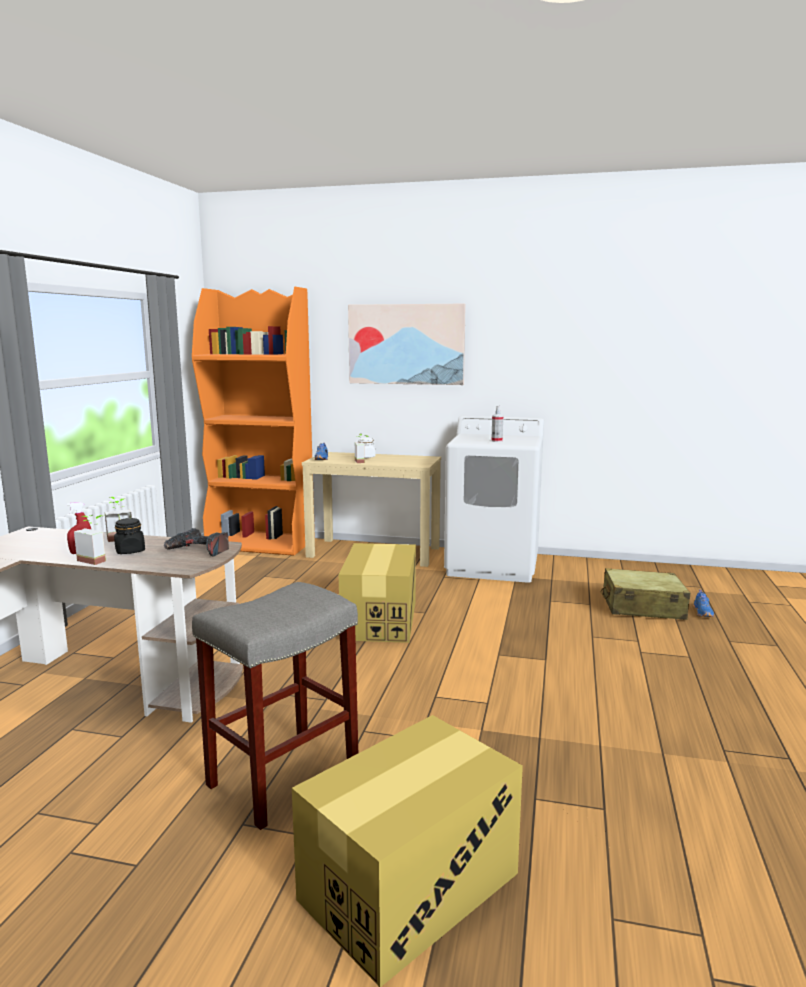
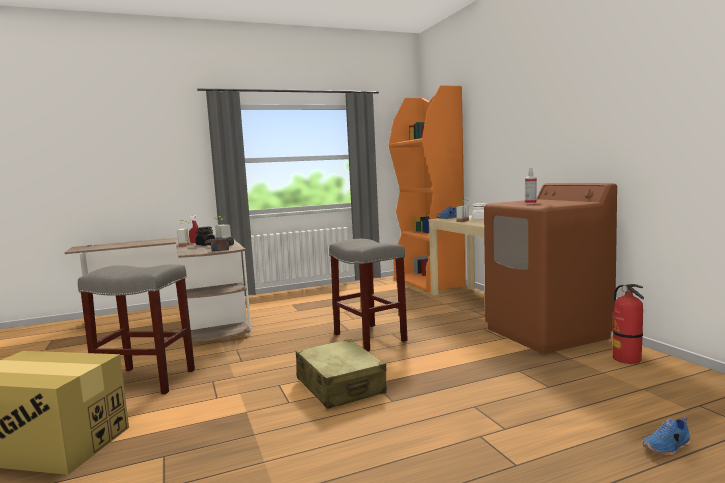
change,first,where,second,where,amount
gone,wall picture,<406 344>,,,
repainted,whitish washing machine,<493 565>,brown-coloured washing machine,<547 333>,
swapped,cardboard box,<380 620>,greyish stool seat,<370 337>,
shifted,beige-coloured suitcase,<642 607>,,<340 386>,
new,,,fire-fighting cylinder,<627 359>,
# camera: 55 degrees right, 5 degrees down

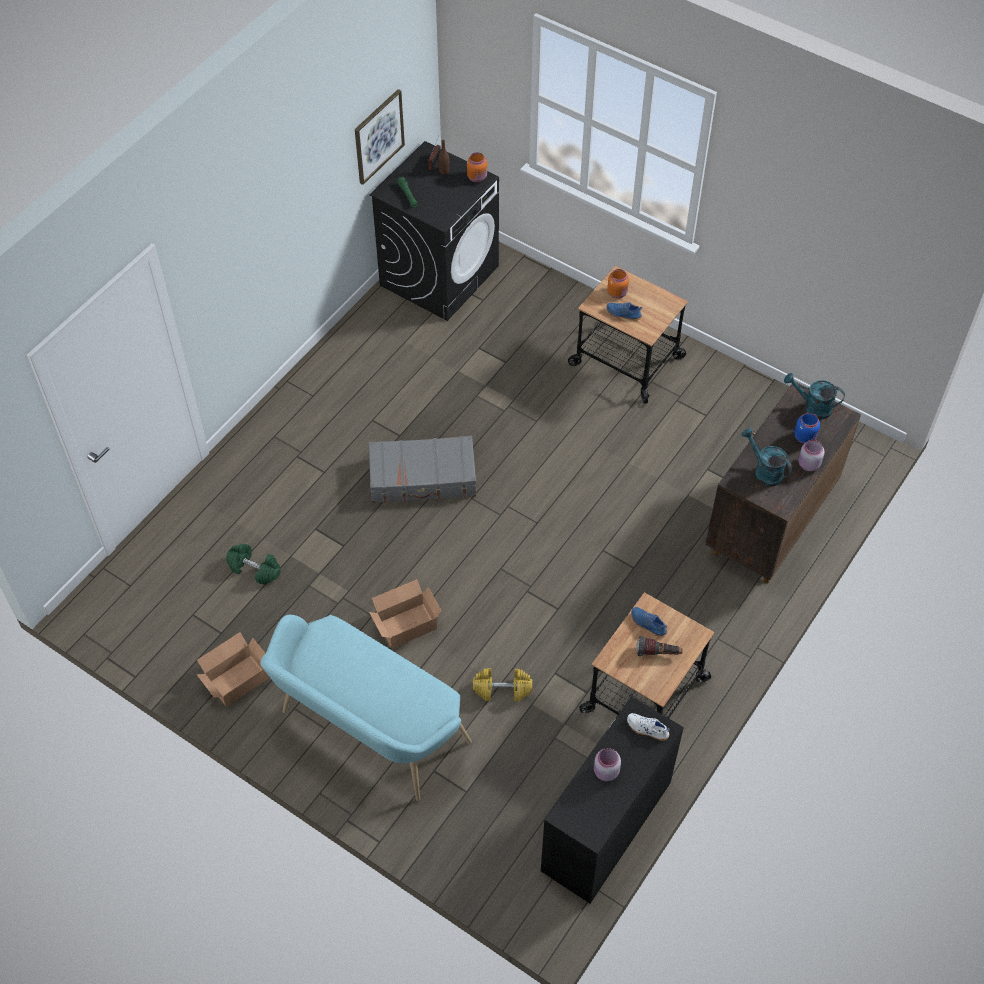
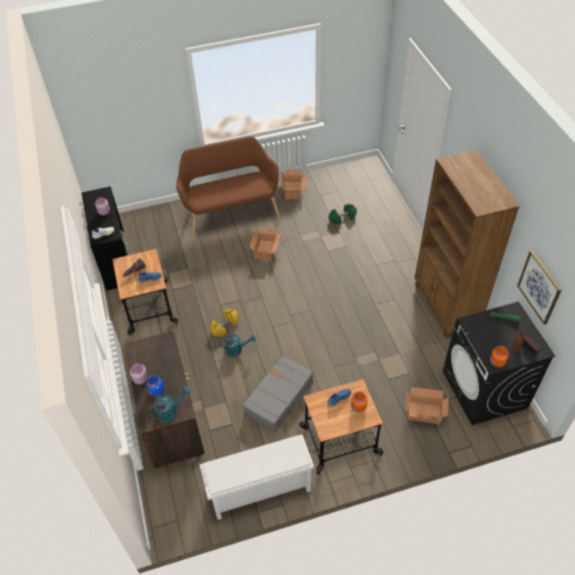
change,first,where,second,where,amount
shifted,turquoise watering pot,<764 471>,,<237 350>,
shifted,greyish suitcase,<423 478>,,<278 397>,
repainted,turquoise indoor bench,<368 731>,brown-coloured indoor bench,<231 215>,
shifted,yellow-coloured dumbbell,<502 690>,,<224 326>,
new,,,brown-coloured shelving unit,<445 307>,
new,,,cardboard box,<424 414>,
new,,,whitish shoe stand,<259 491>,
# camera: 130 degrees right, 5 degrees down

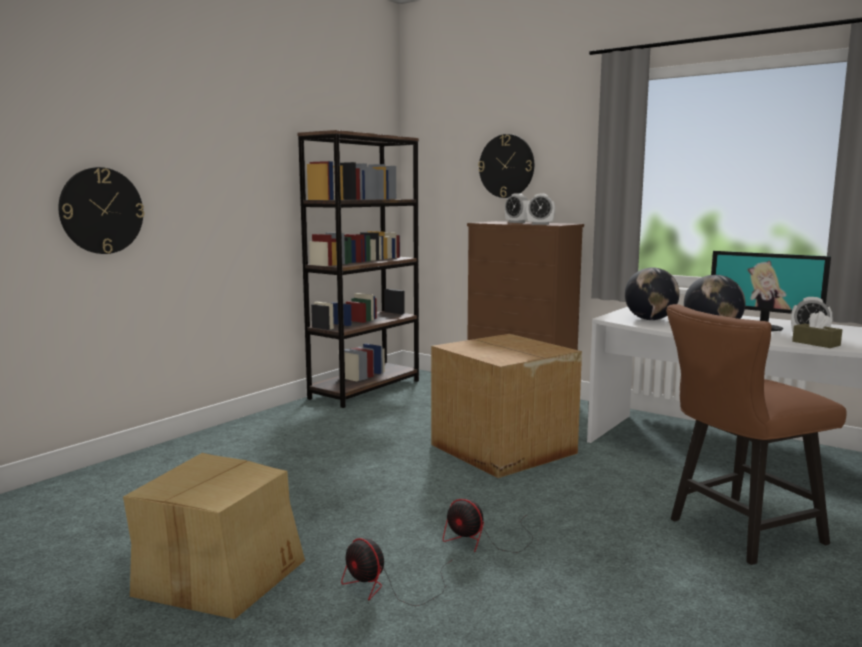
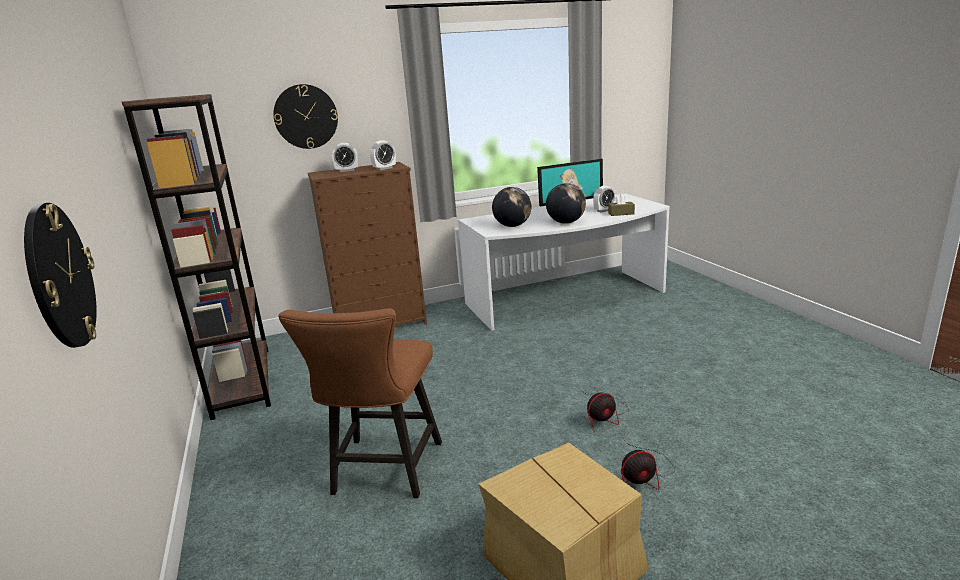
change,first,where,second,where,amount
shifted,brown-coloured upright chair,<737 532>,,<384 473>,
gone,cardboard box,<503 450>,,,
# camera: 55 degrees left, 10 degrees up

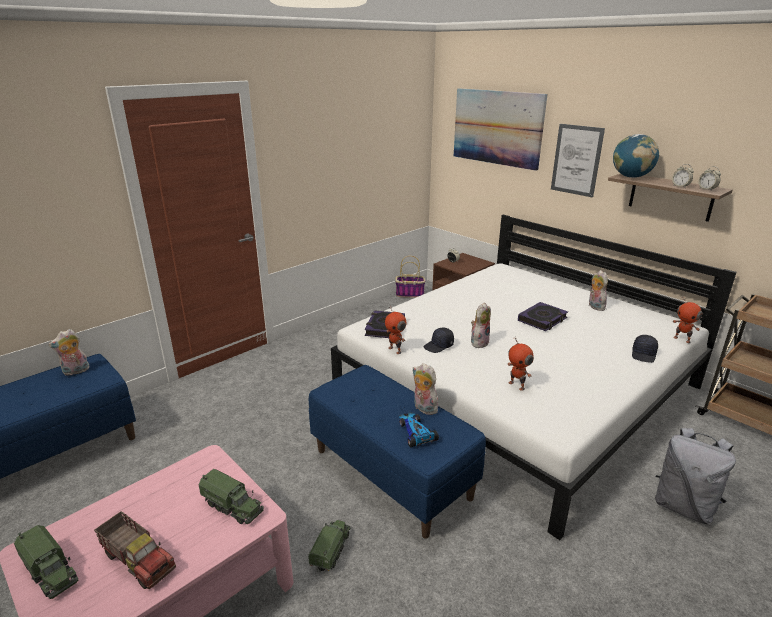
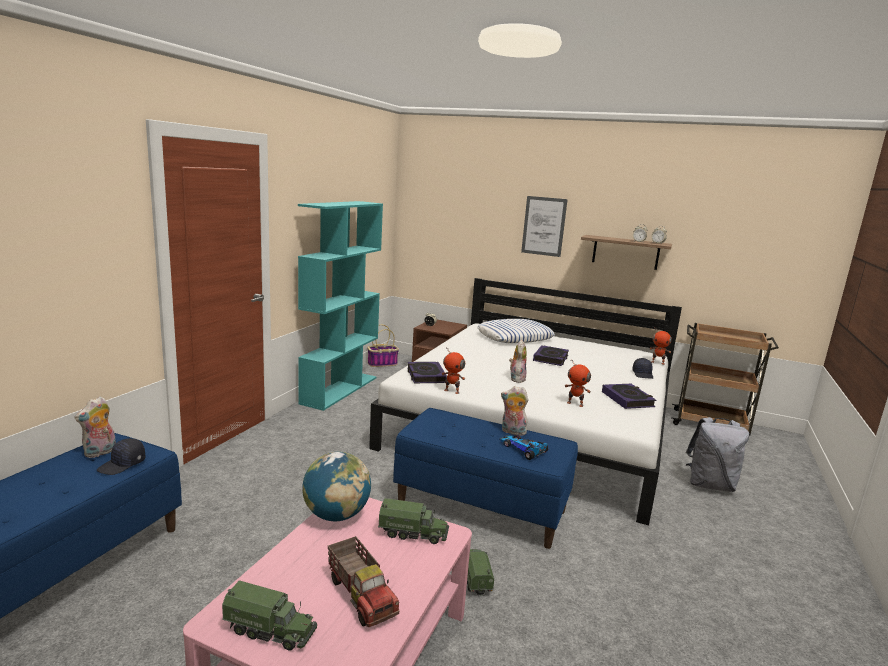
change,first,where,second,where,amount
gone,wall picture,<497 127>,,,
shifted,desk globe,<631 177>,,<336 515>,
gone,soft toy,<594 306>,,,
shifted,blackish peaked cap,<439 346>,,<122 465>,
rotated,toy truck,<139 560>,,<362 595>,45 degrees clockwise
new,,,turquoise shelving unit,<339 390>,
new,,,cushion,<514 337>,
new,,,book,<627 399>,
# camera: 25 degrees left, 10 degrees down

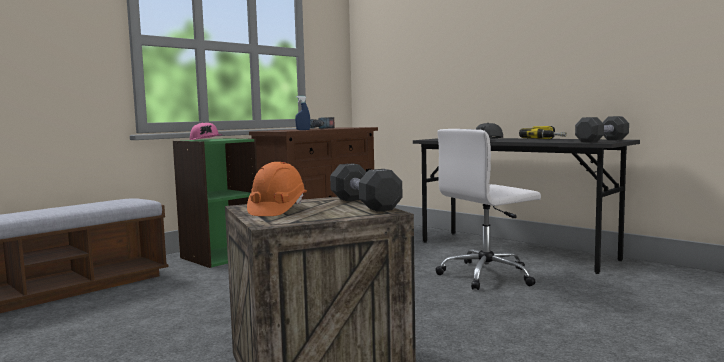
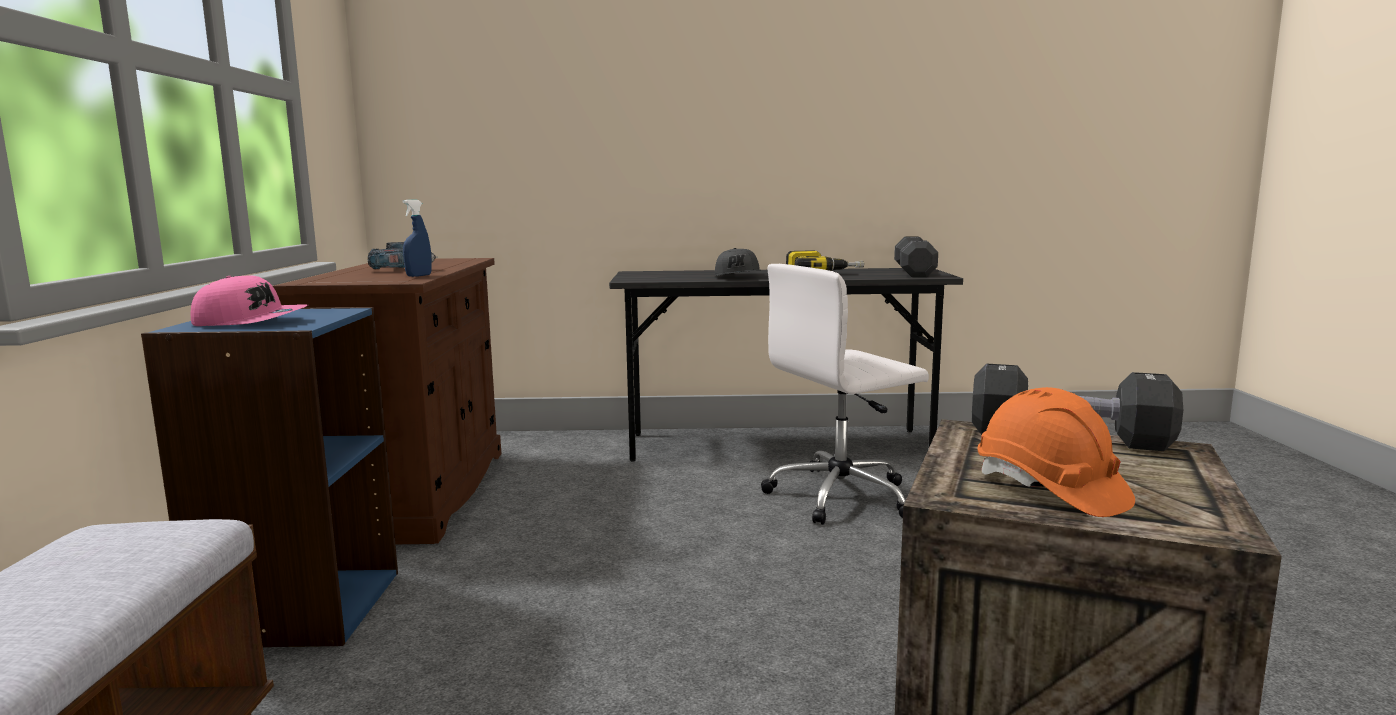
change,first,where,second,where,amount
rotated,whitish desk chair,<487 275>,,<842 496>,45 degrees clockwise
repainted,greenish shelving unit,<220 256>,bluish shelving unit,<300 607>,
# camera: 45 degrees left, 5 degrees up

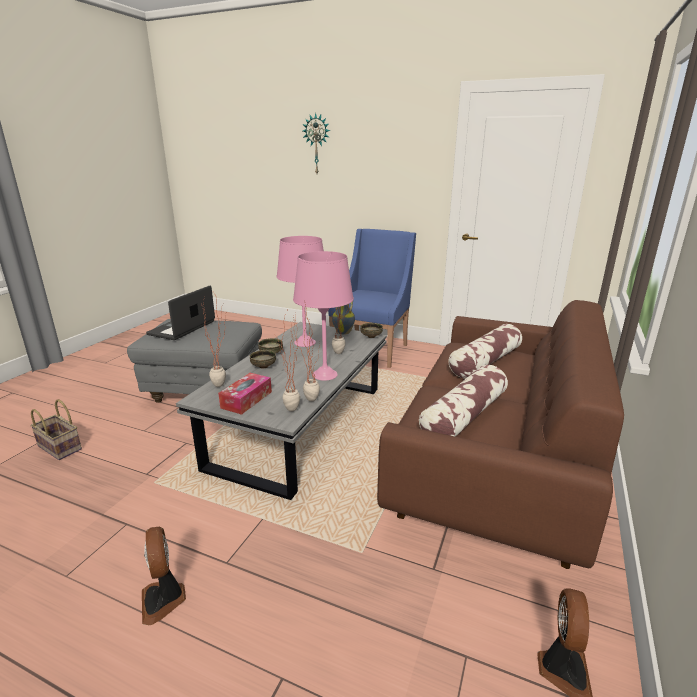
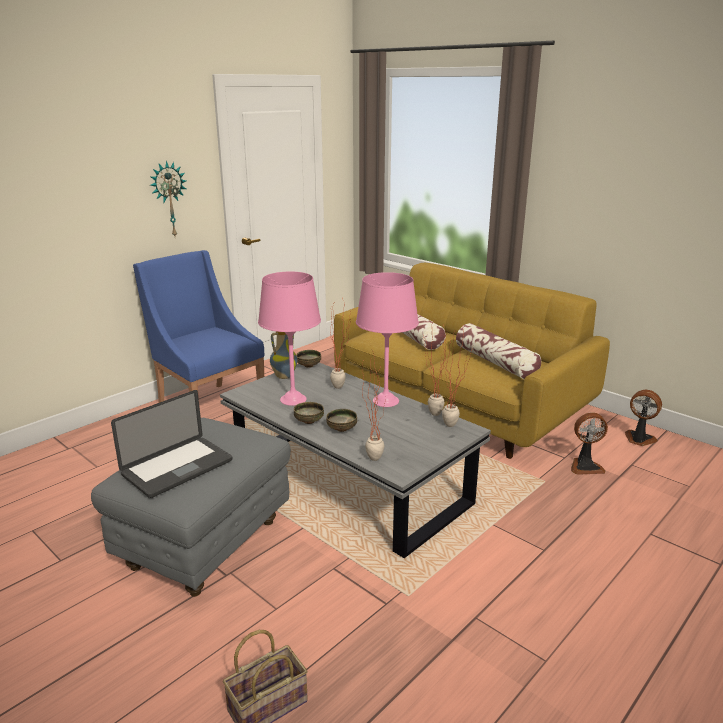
change,first,where,second,where,amount
shifted,wall clock,<317 144>,,<169 199>,
rotated,notebook computer,<182 328>,,<177 468>,90 degrees counterclockwise
repainted,brown-coloured couch,<494 463>,yellow-coloured couch,<460 404>,
gone,tissue box,<246 400>,,,
shifted,fan,<164 599>,,<585 466>,
# camera: 70 degrees left, 0 degrees up

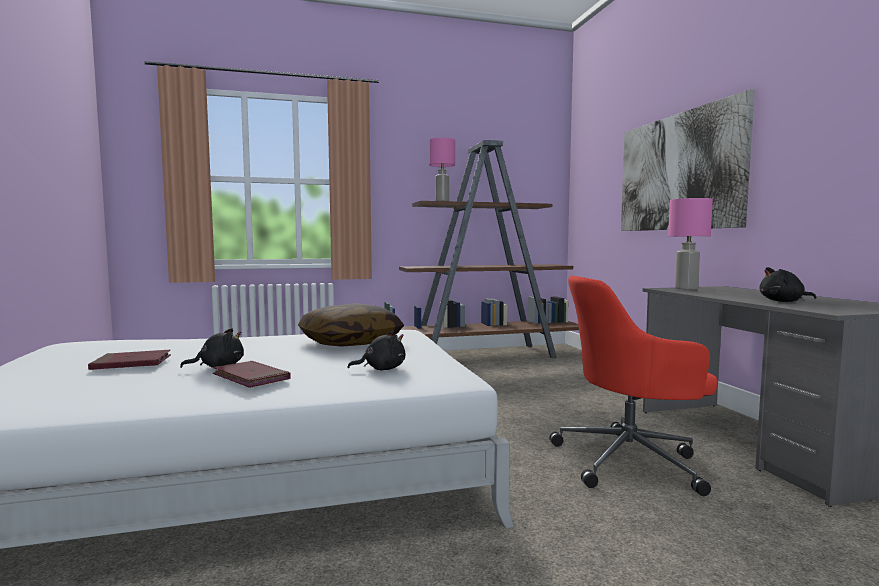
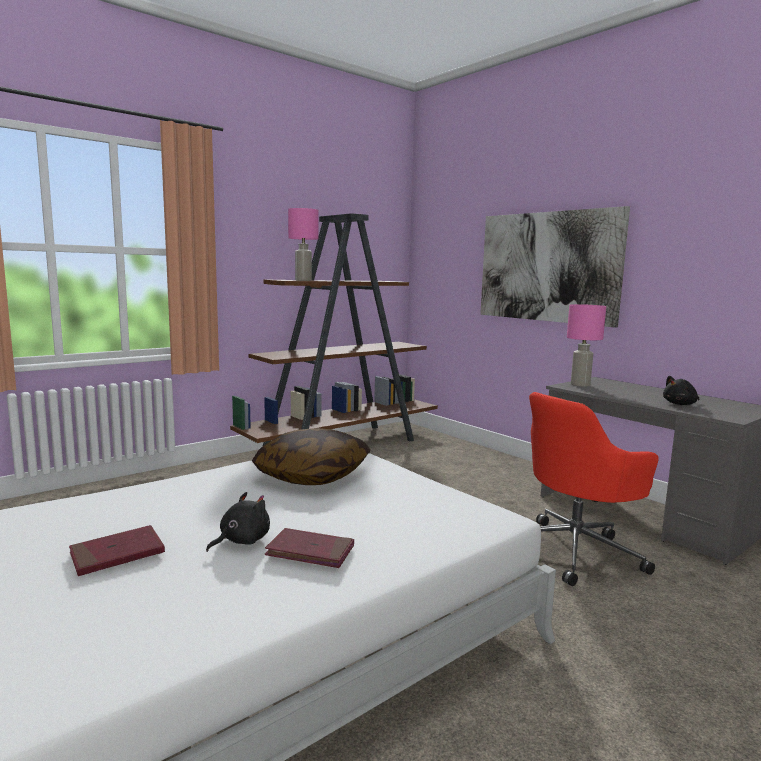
change,first,where,second,where,amount
gone,blackish soft toy,<381 369>,,,
# camera: 25 degrees left, 5 degrees up

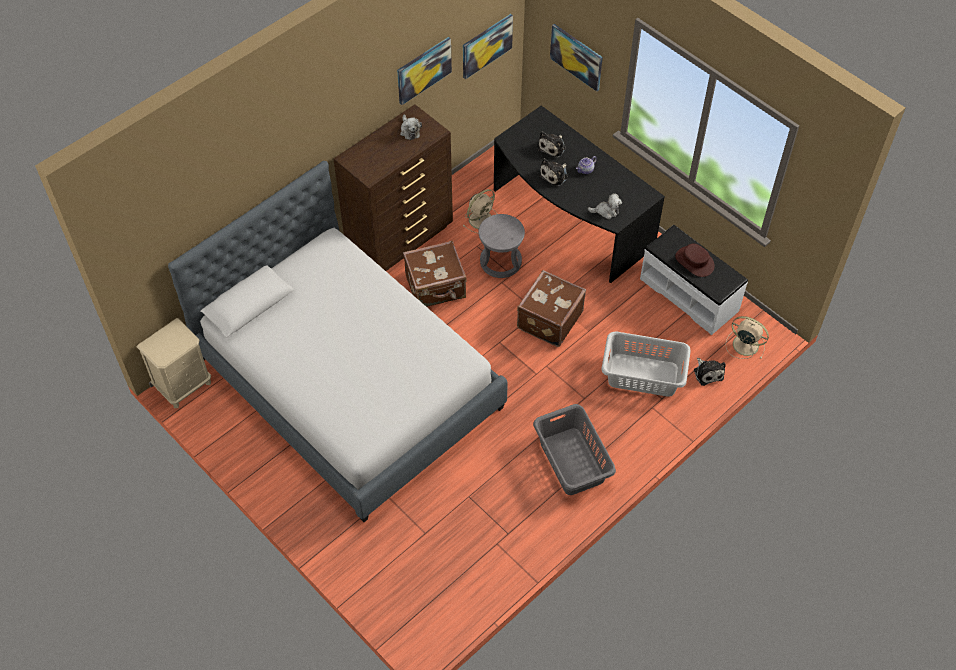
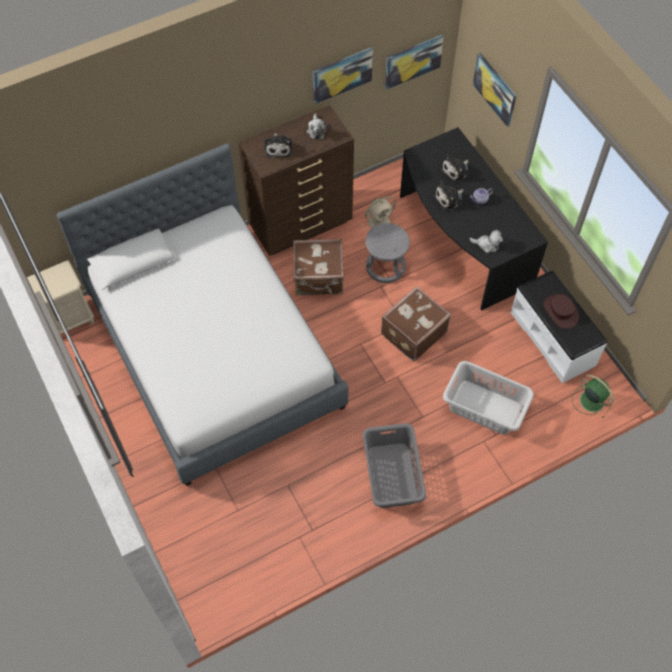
change,first,where,second,where,amount
repainted,beige-coloured fan,<744 344>,greenish fan,<591 400>,
shifted,soft toy,<708 373>,,<278 148>,
# camera: 15 degrees right, 5 degrees up

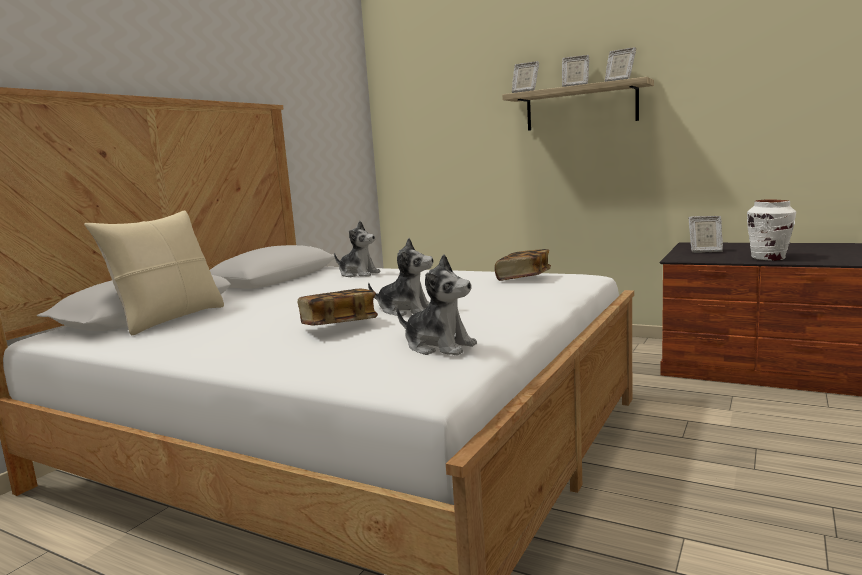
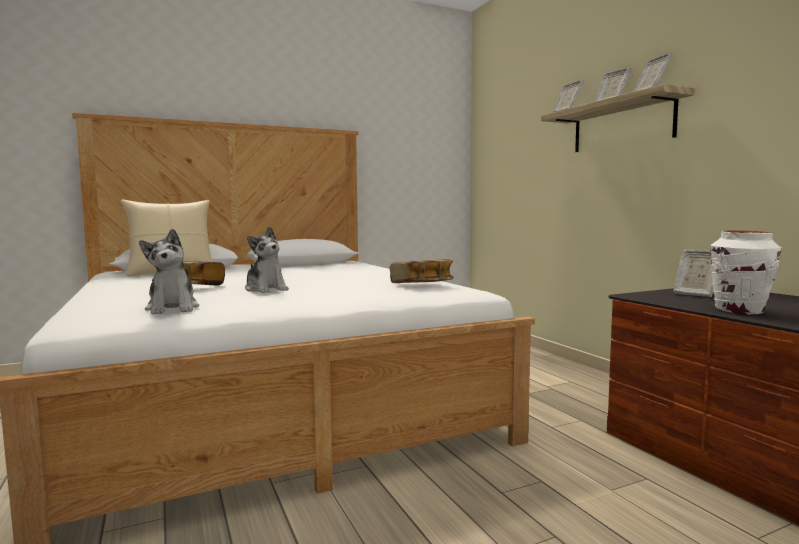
change,first,where,second,where,amount
gone,soft toy,<358 274>,,,
# camera: 35 degrees right, 5 degrees down

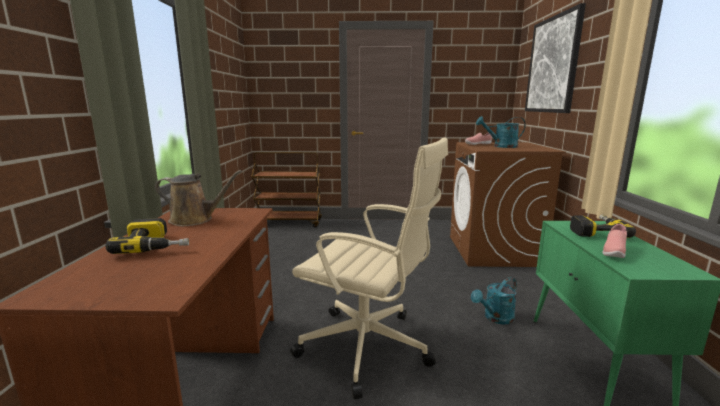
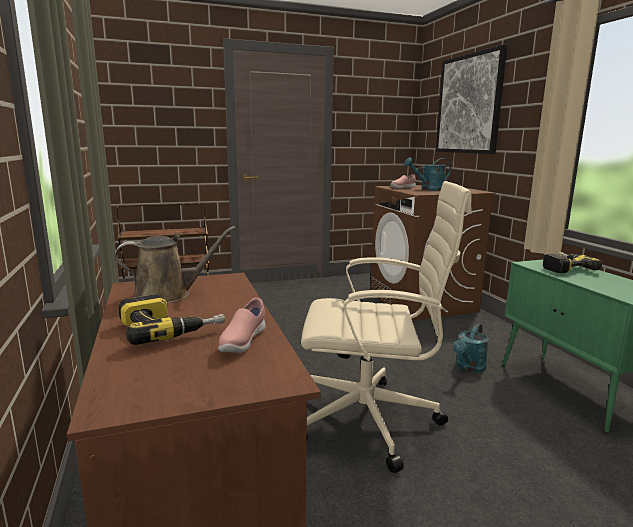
change,first,where,second,where,amount
shifted,pinkish item of footwear,<613 252>,,<242 342>,
# camera: 20 degrees left, 0 degrees up

